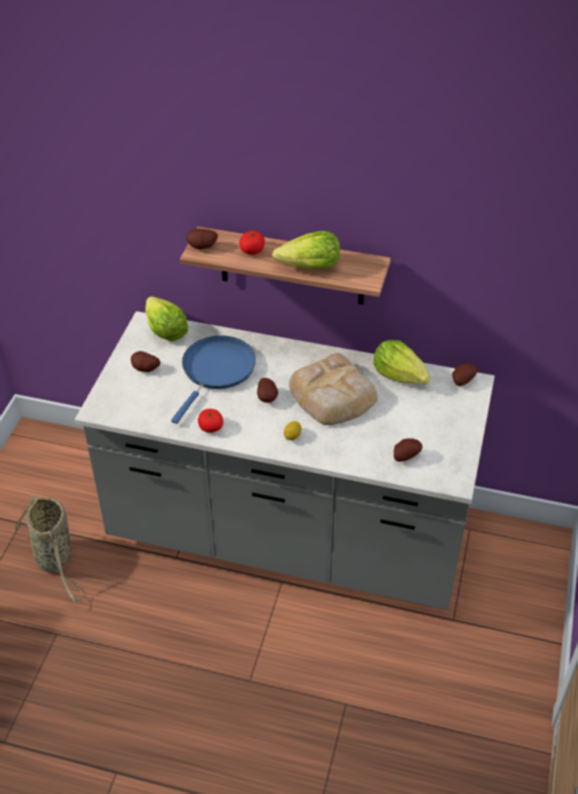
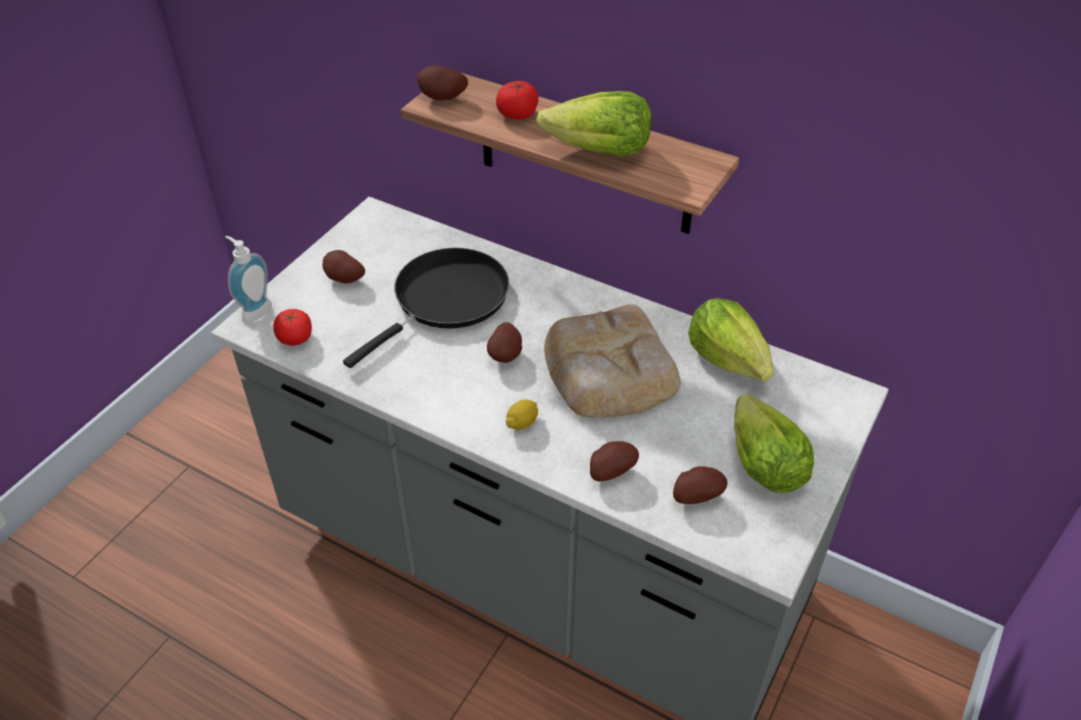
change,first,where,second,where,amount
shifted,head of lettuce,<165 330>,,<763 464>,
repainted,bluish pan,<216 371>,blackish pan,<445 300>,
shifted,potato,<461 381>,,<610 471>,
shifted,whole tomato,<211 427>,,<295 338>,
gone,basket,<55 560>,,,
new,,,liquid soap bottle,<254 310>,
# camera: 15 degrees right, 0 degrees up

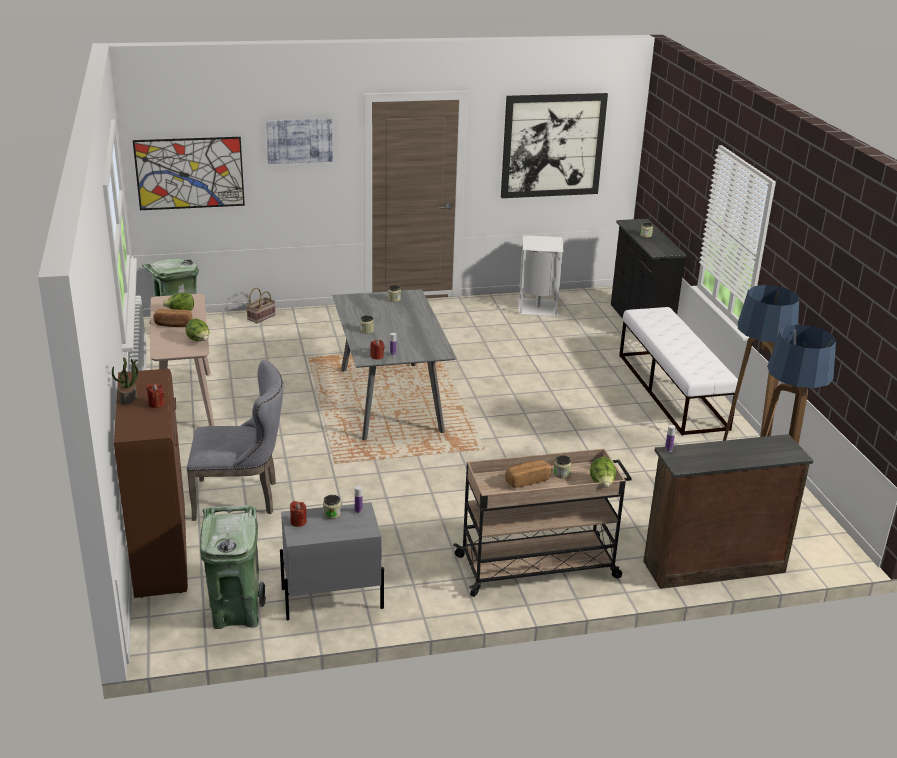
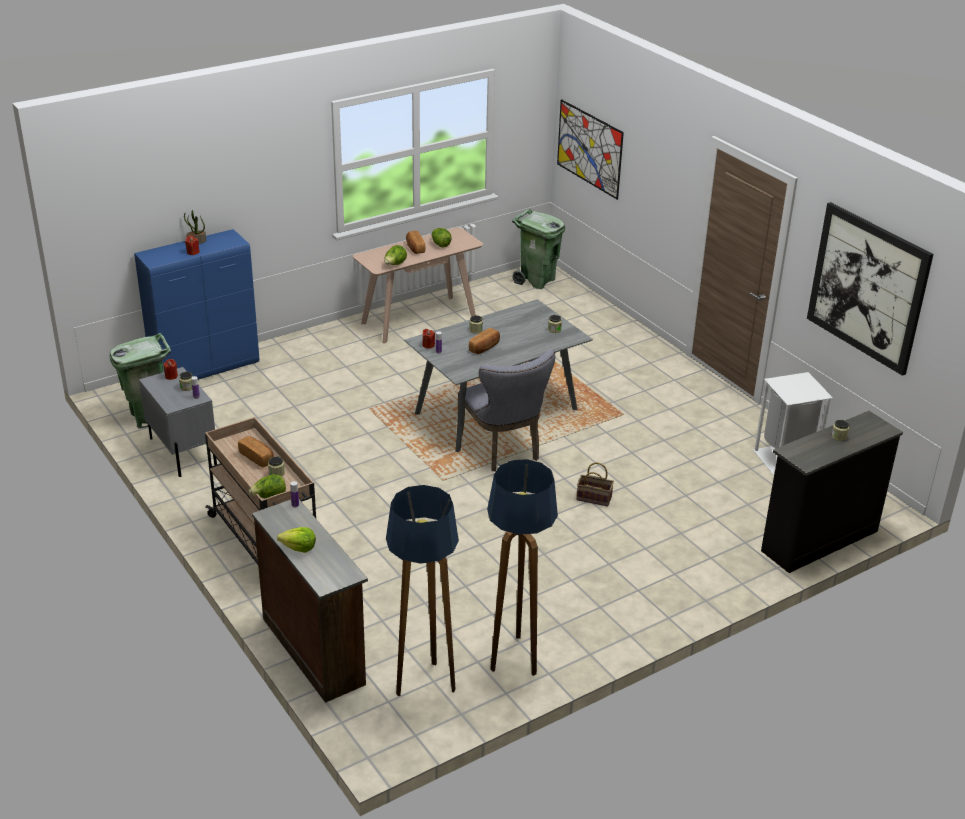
change,first,where,second,where,amount
gone,wall picture,<299 140>,,,
shifted,basket,<261 317>,,<595 498>,
gone,whitish indoor bench,<672 391>,,,
shifted,greyish upright chair,<241 498>,,<503 450>,
repainted,brown-coloured cupboard,<161 554>,bluish cupboard,<206 368>,
new,,,bread,<485 347>,
new,,,head of lettuce,<299 548>,
# camera: 70 degrees right, 5 degrees up

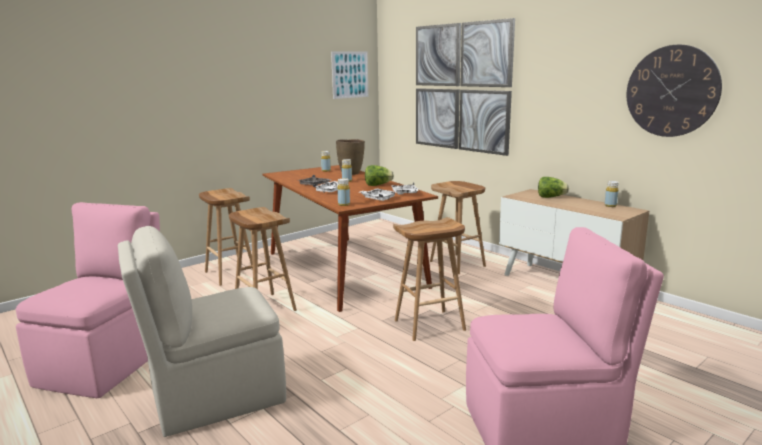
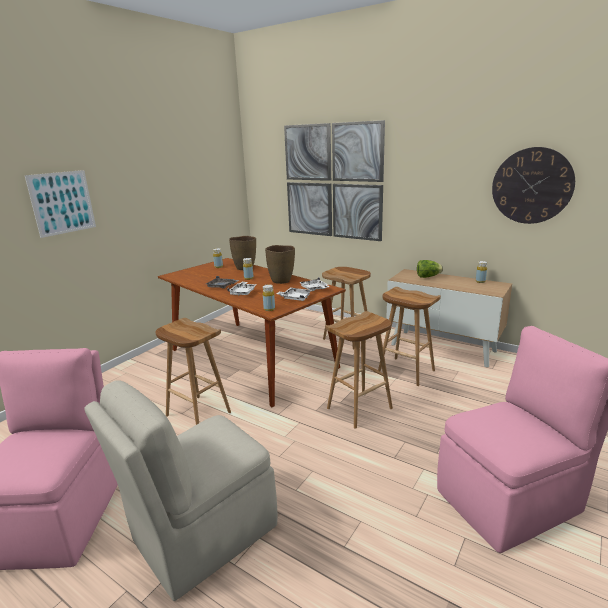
change,first,where,second,where,amount
shifted,wall picture,<350 74>,,<62 203>,
swapped,head of lettuce,<378 185>,brown-coloured decorative vase,<281 281>,
shifted,brown-coloured stool seat,<229 274>,,<405 371>,
# camera: 15 degrees left, 5 degrees up

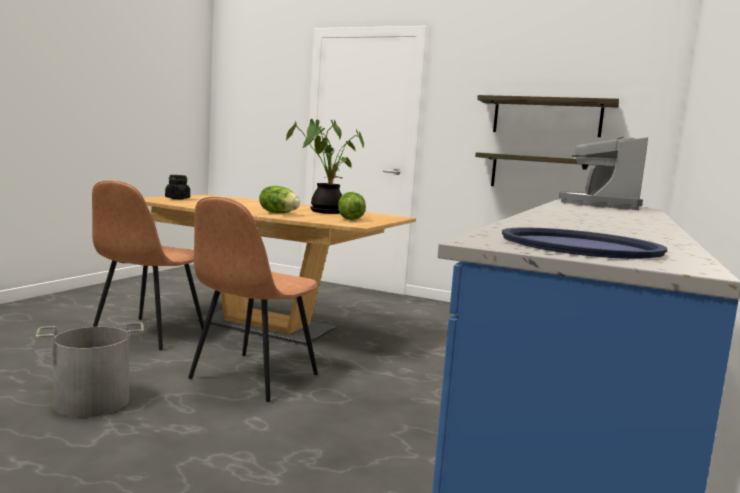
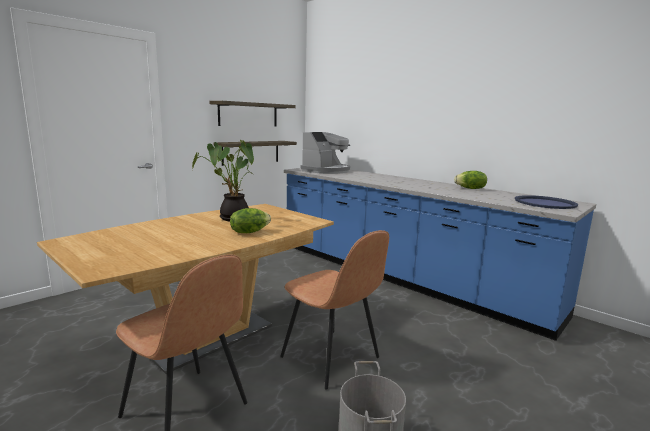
change,first,where,second,where,amount
rotated,coffee brewer,<599 205>,,<326 171>,90 degrees counterclockwise
gone,blackish jar,<177 198>,,,
shifted,head of lettuce,<349 219>,,<470 188>,
# camera: 70 degrees left, 5 degrees up

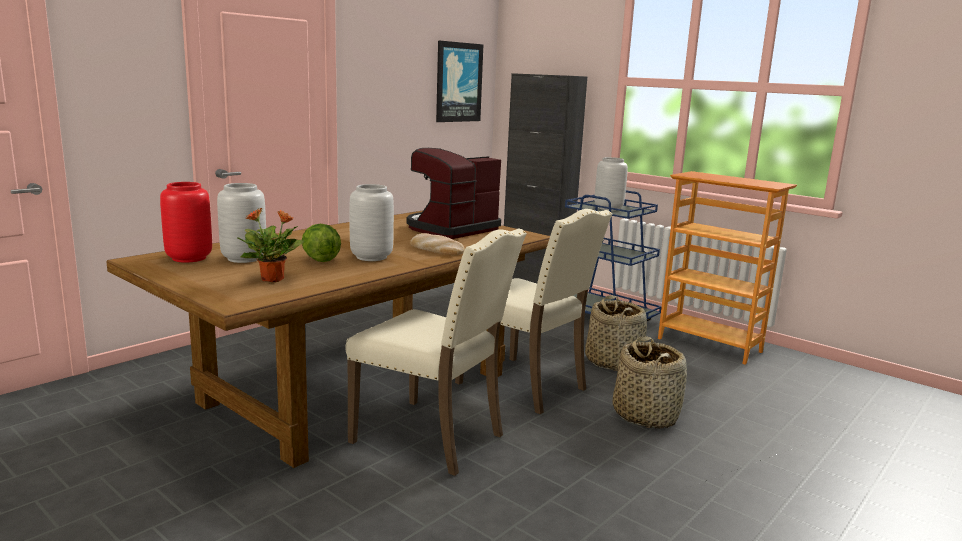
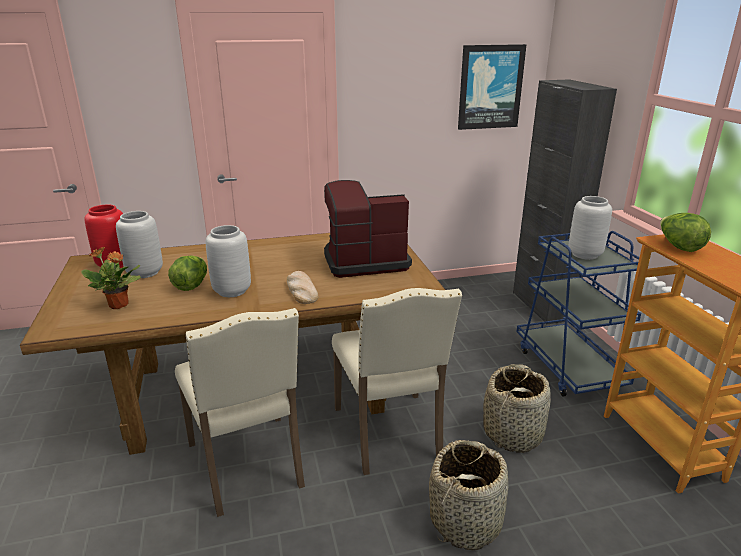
change,first,where,second,where,amount
new,,,head of lettuce,<678 247>,
# camera: 35 degrees right, 10 degrees up

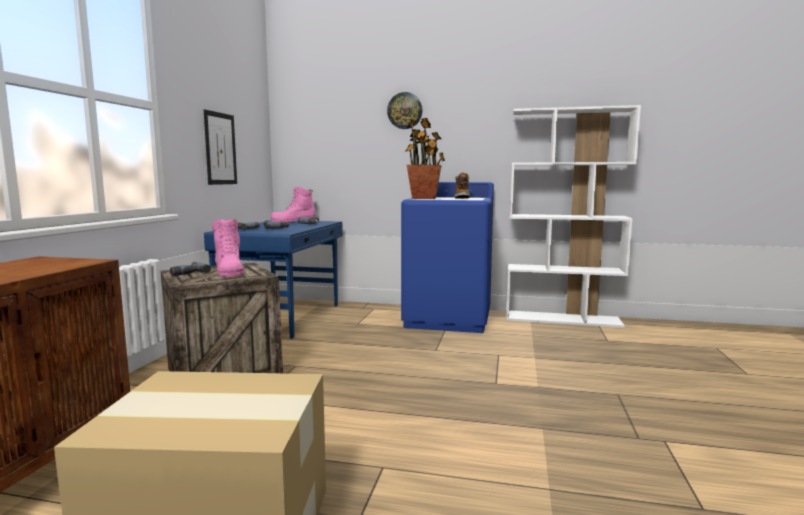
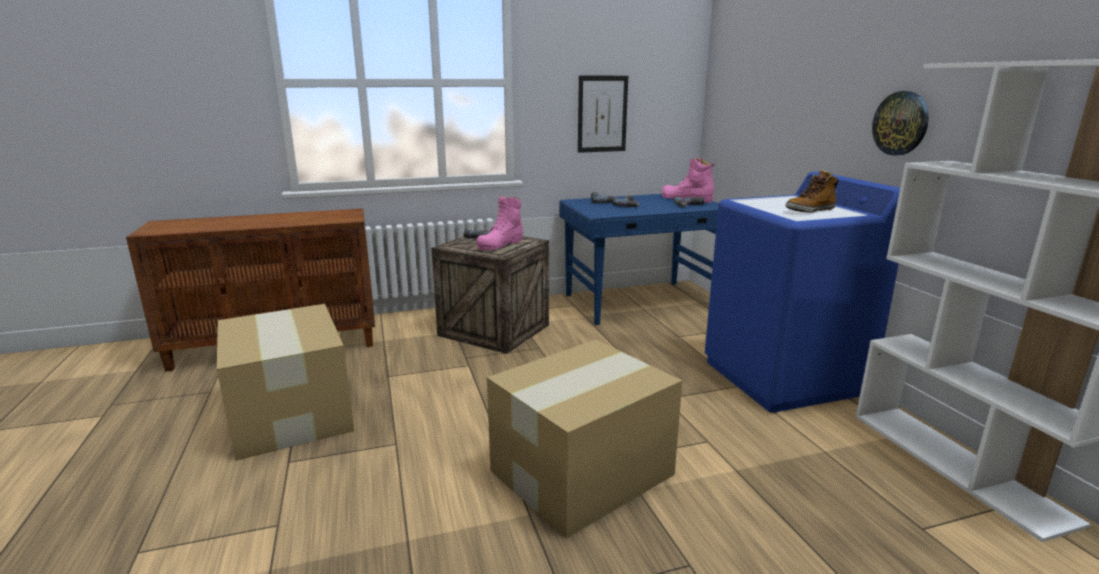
change,first,where,second,where,amount
shifted,wall clock,<405 110>,,<900 123>,
gone,houseplant,<424 198>,,,
new,,,cardboard box,<584 472>,
# camera: 60 degrees right, 10 degrees up

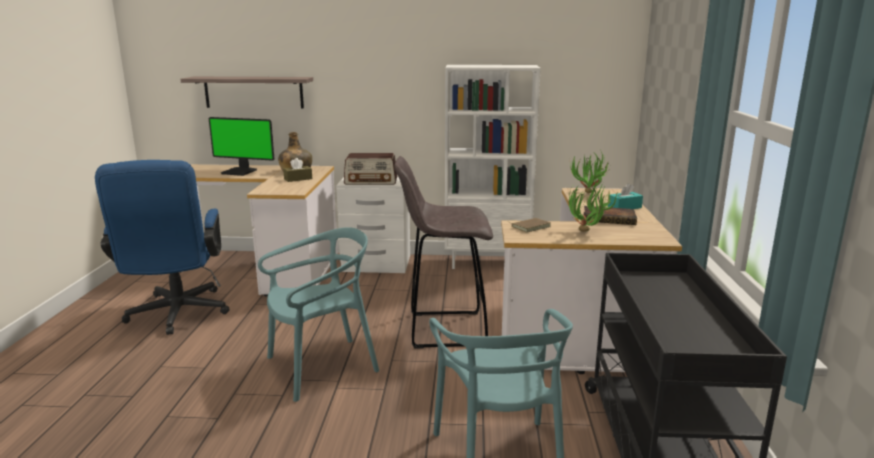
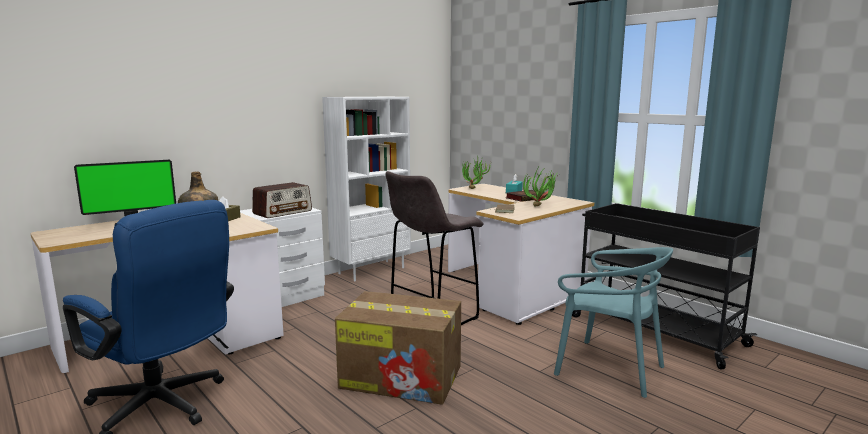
change,first,where,second,where,amount
gone,wall shelf,<253 92>,,,
swapped,turquoise upright chair,<322 367>,cardboard box,<403 377>,
# camera: 45 degrees left, 5 degrees down

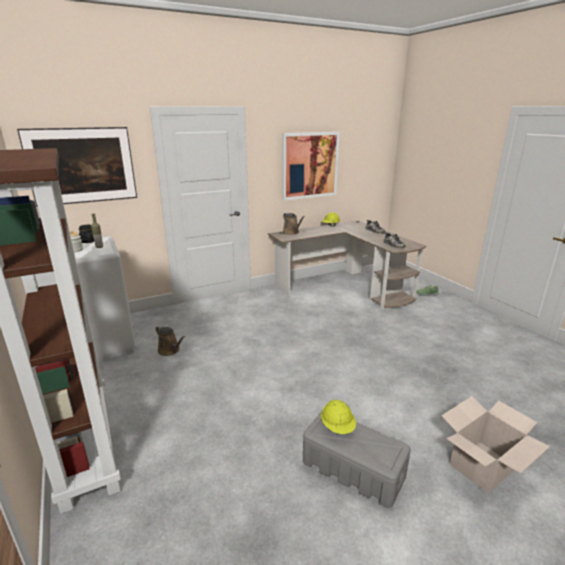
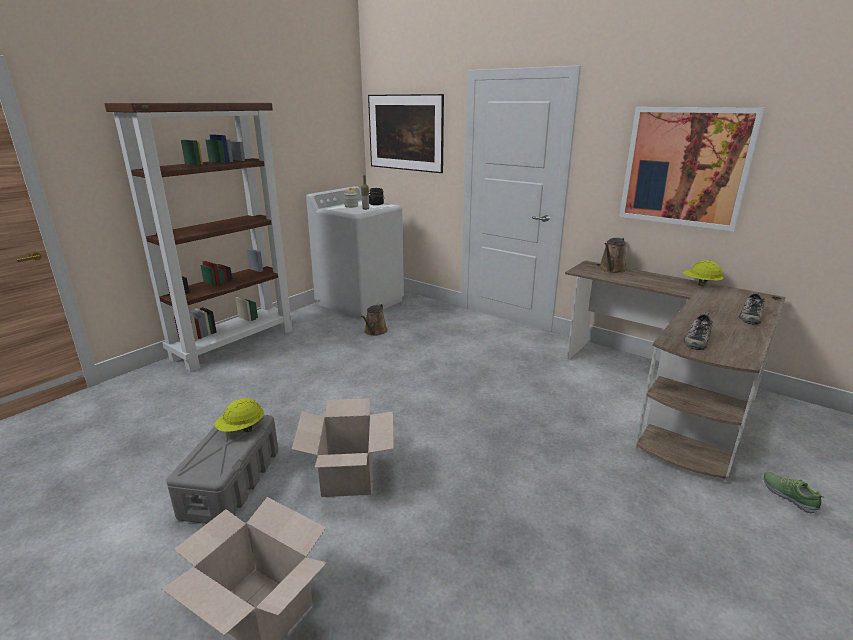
change,first,where,second,where,amount
new,,,cardboard box,<347 474>,
# camera: 65 degrees right, 0 degrees up

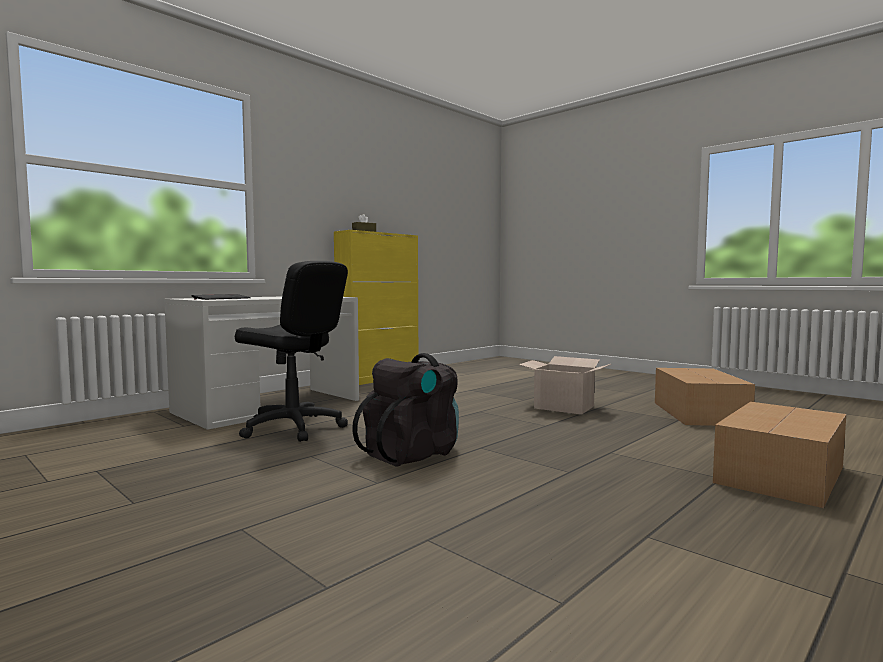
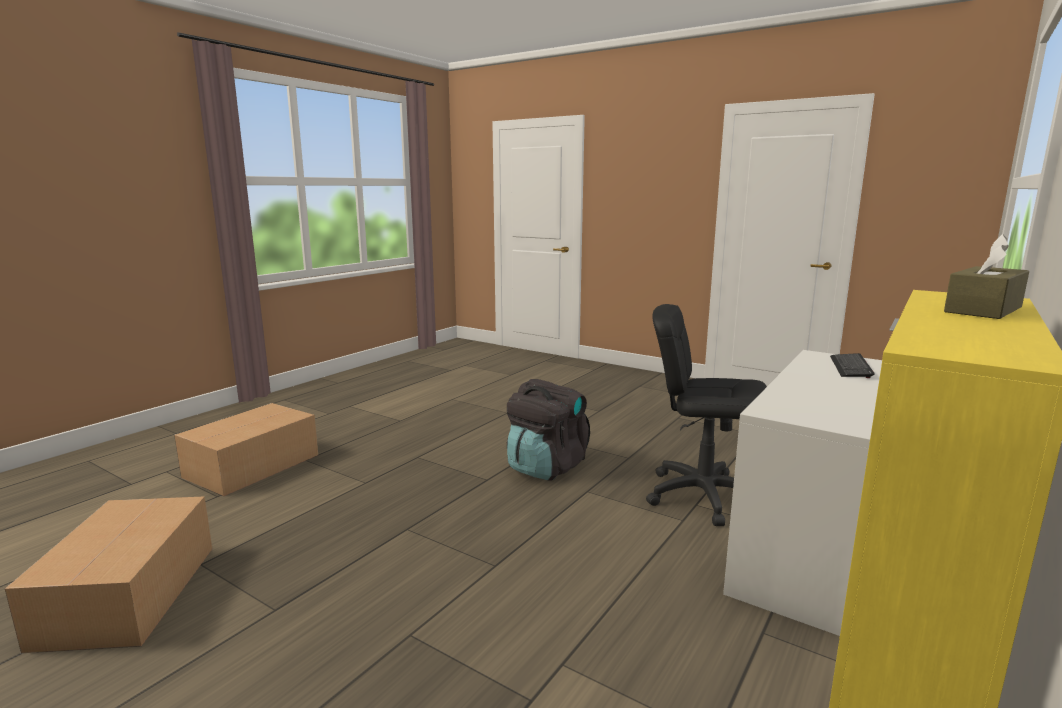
change,first,where,second,where,amount
gone,cardboard box,<564 407>,,,
# camera: 170 degrees right, 10 degrees up

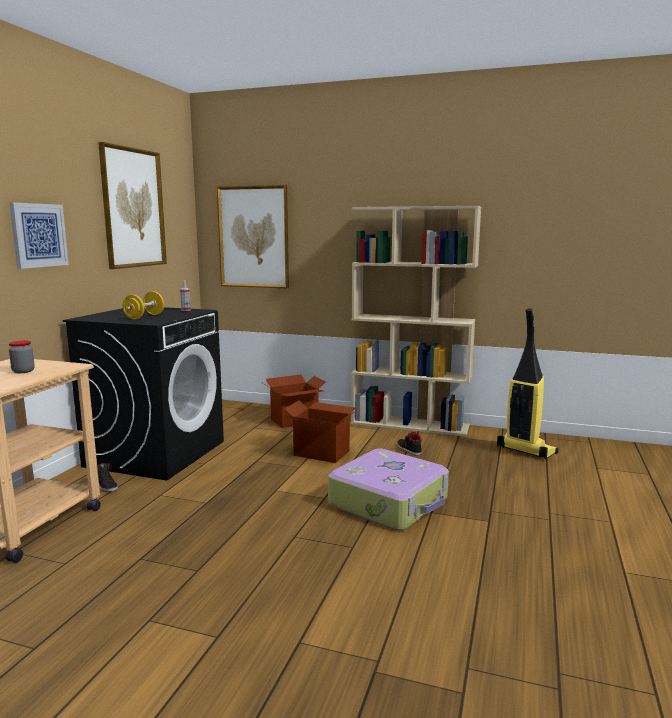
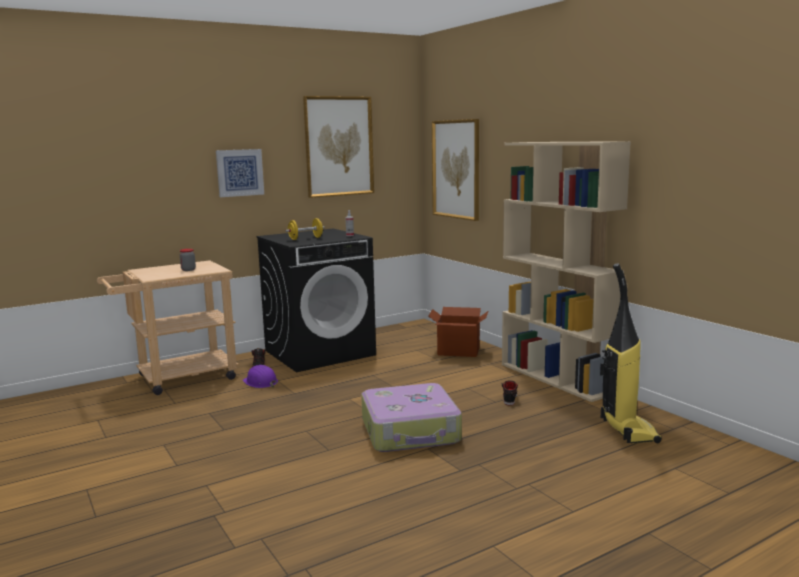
change,first,where,second,where,amount
gone,cardboard box,<322 453>,,,
new,,,purple-coloured safety helmet,<260 382>,
# camera: 40 degrees right, 0 degrees up

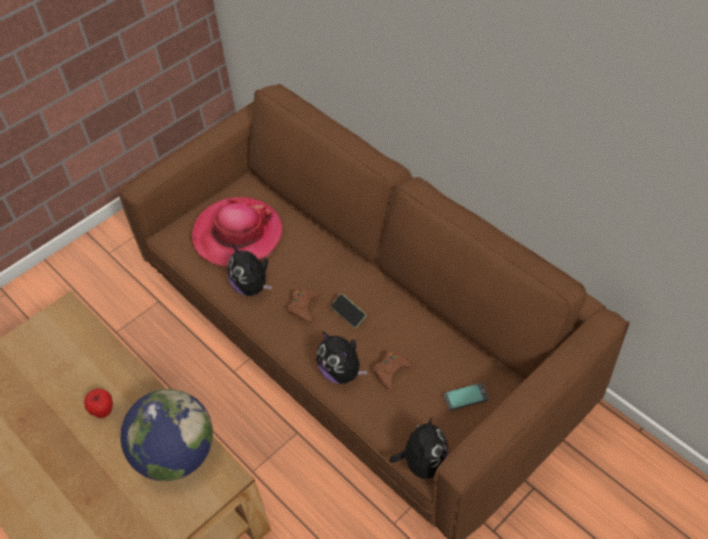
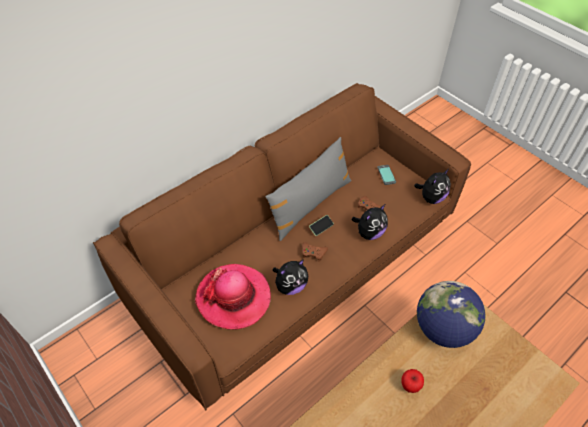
change,first,where,second,where,amount
rotated,soft toy,<422 462>,,<431 198>,120 degrees clockwise
new,,,greyish cushion,<310 204>,
# camera: 90 degrees left, 0 degrees up

